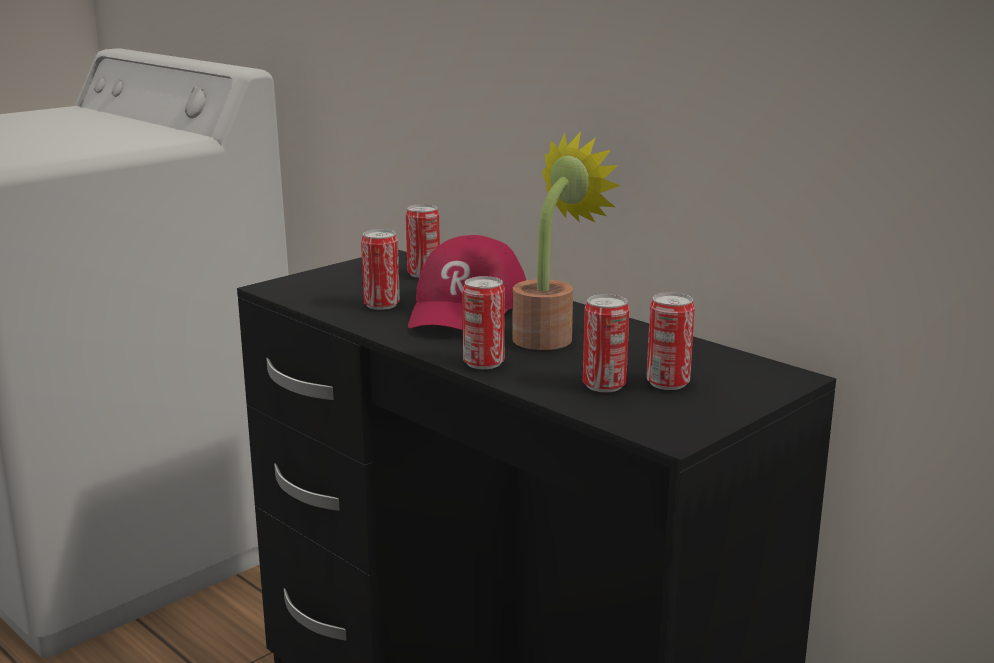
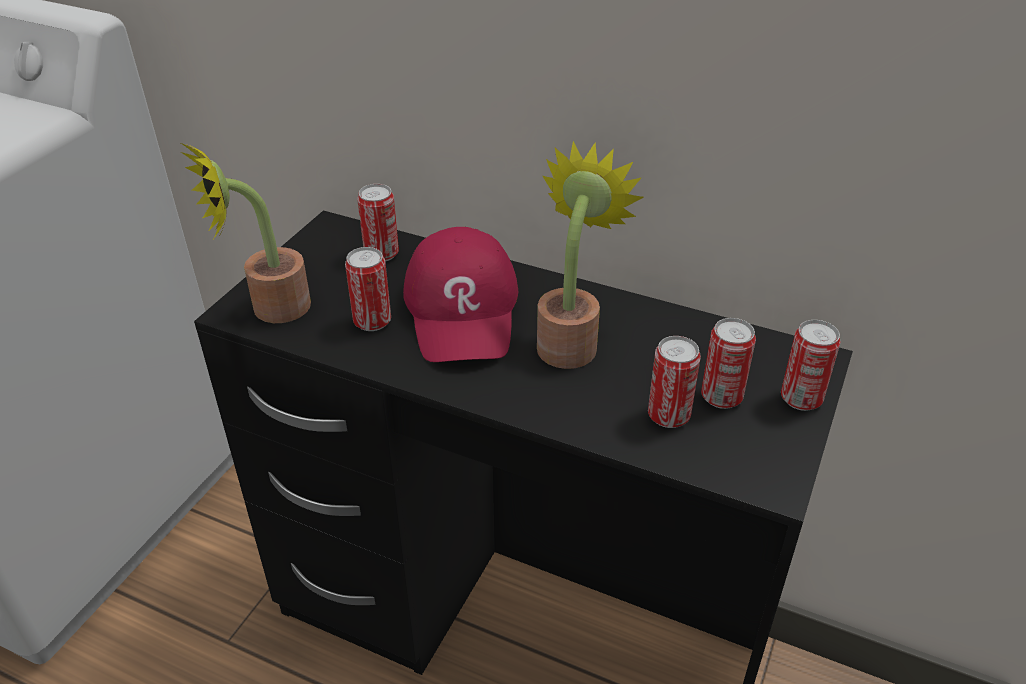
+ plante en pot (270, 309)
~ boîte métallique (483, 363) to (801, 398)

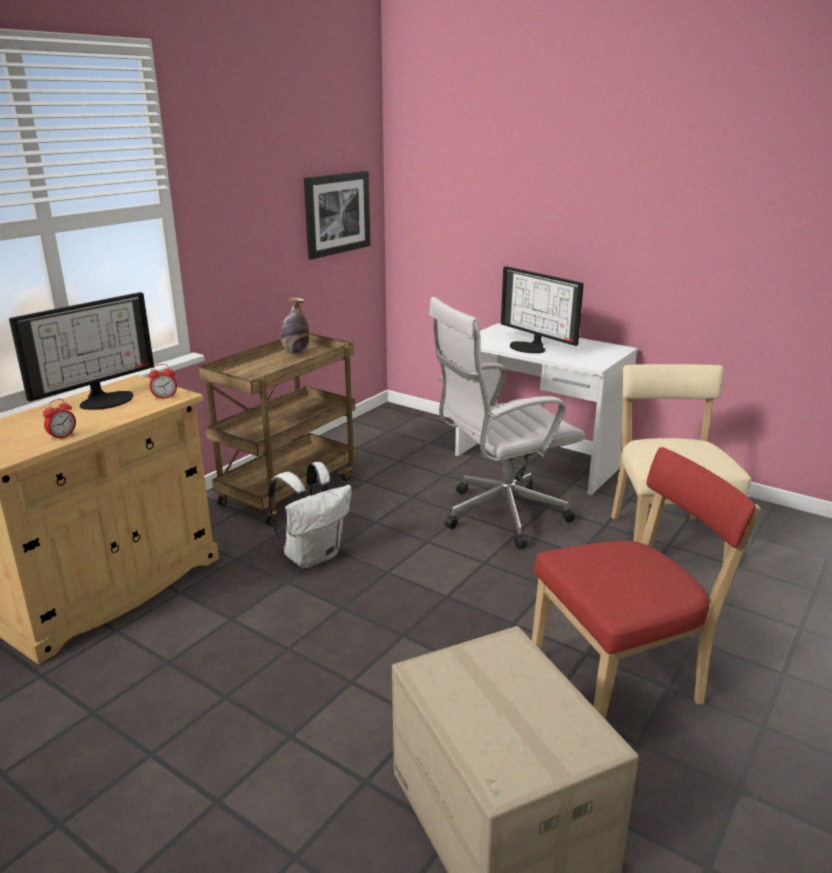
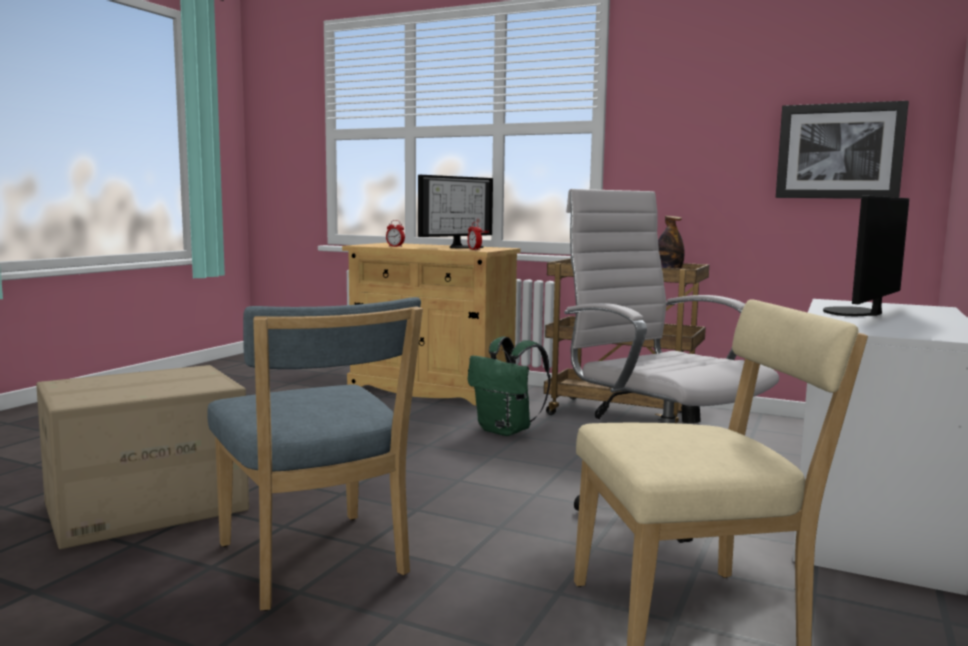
~ sac à dos [blanc] (313, 555) to sac à dos [vert] (506, 430)
~ chaise [rouge] (622, 680) to chaise [bleu] (315, 564)
~ écran d'ordinateur (105, 399) = (464, 247) 75 degrees counterclockwise

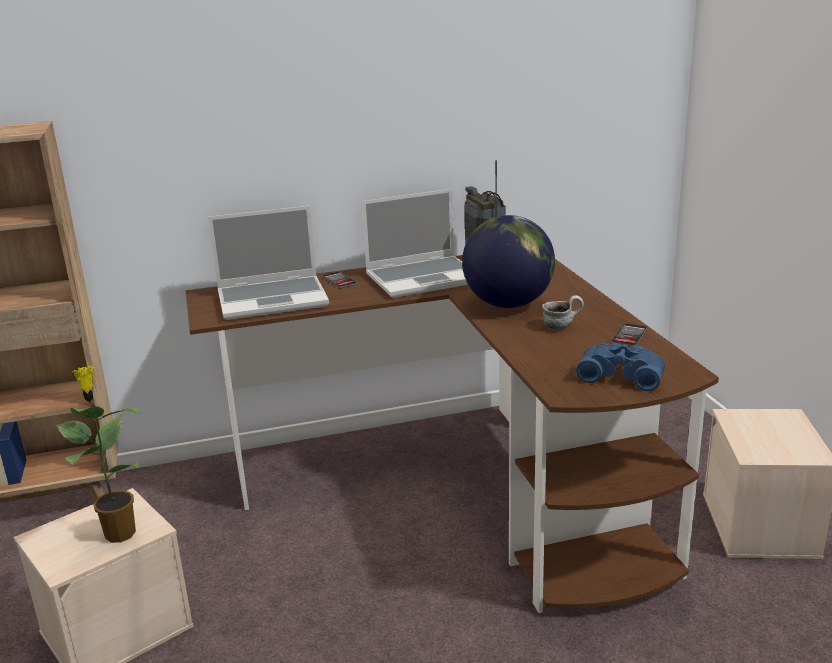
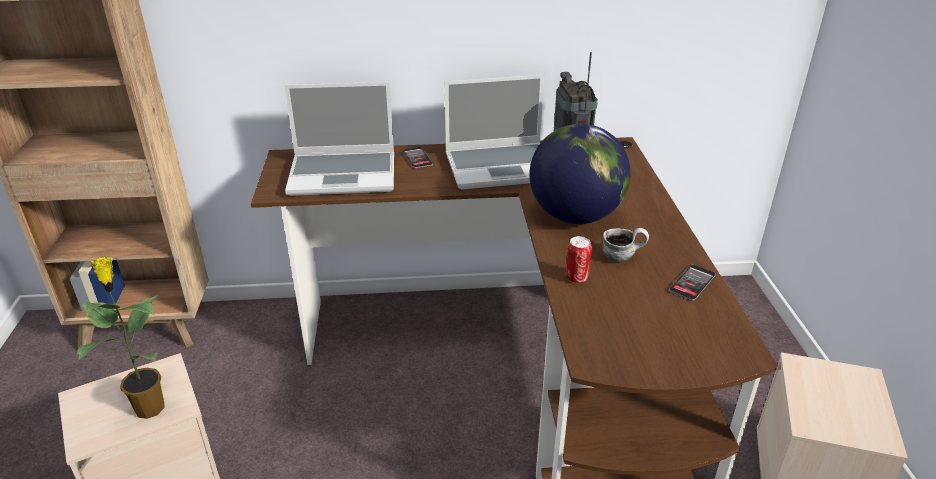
- jumelles [bleu] (621, 375)
+ boîte métallique (576, 278)

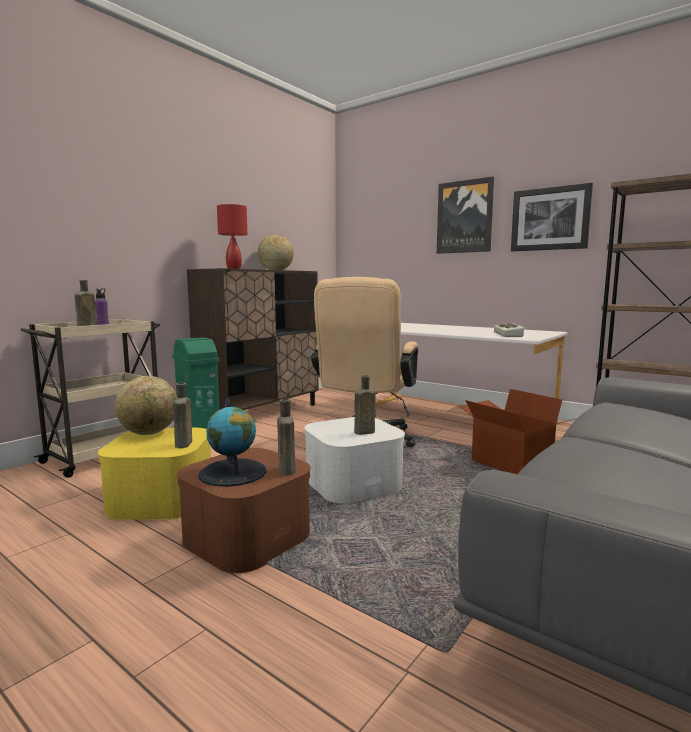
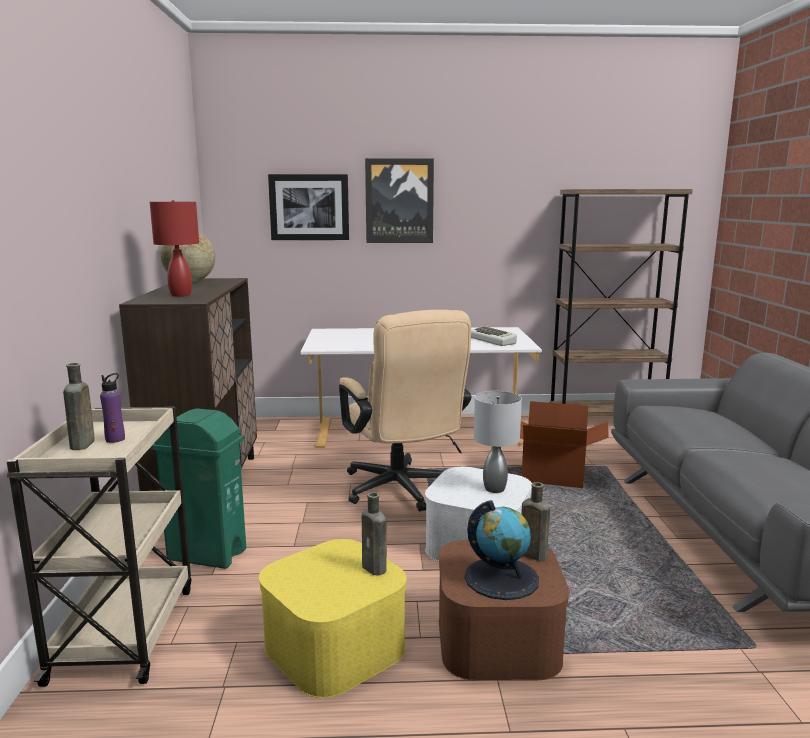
- globe (149, 433)
~ tableau (550, 219) to (309, 207)
~ bouteille [marron] (363, 432) to lampe de table [gris] (494, 488)

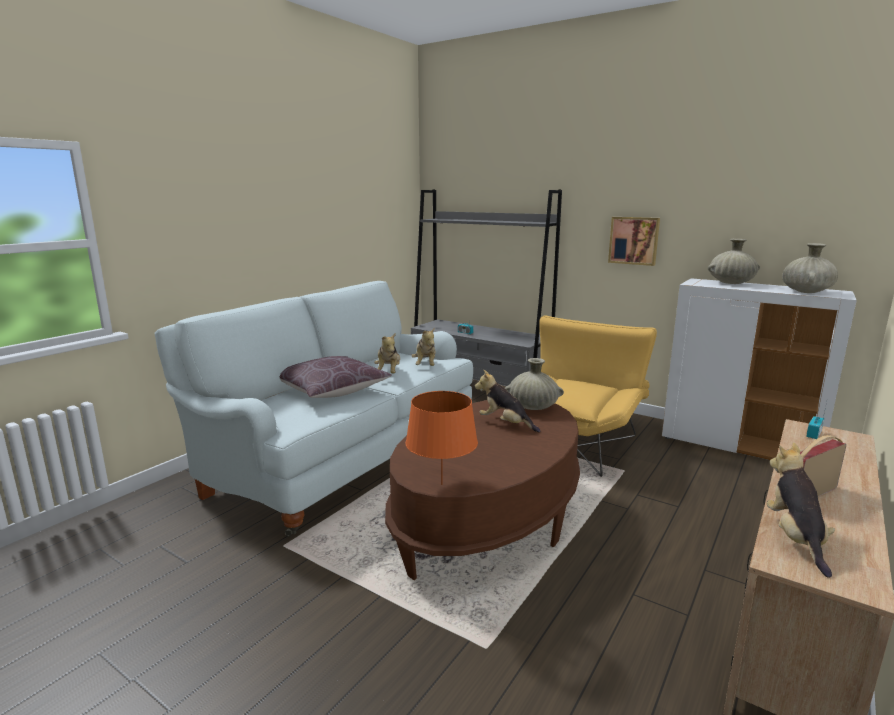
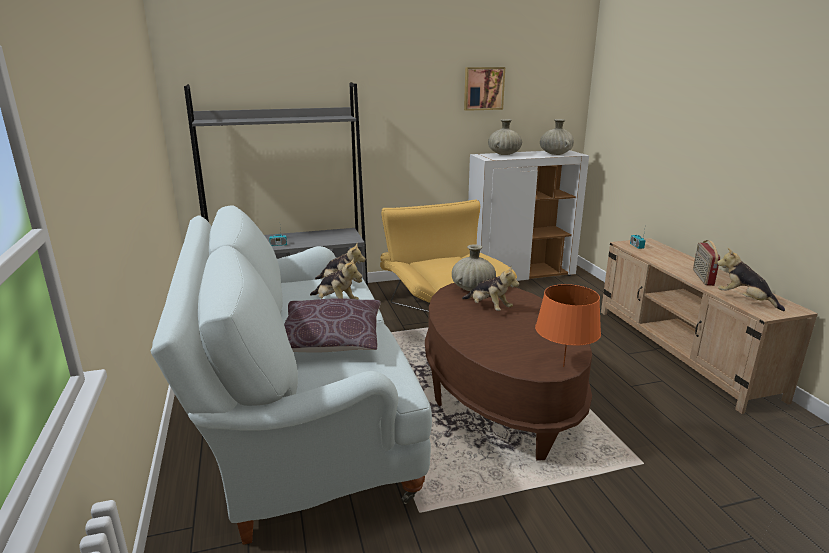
~ tableau (634, 240) to (483, 88)
~ peluche (505, 424) = (488, 308) 120 degrees counterclockwise

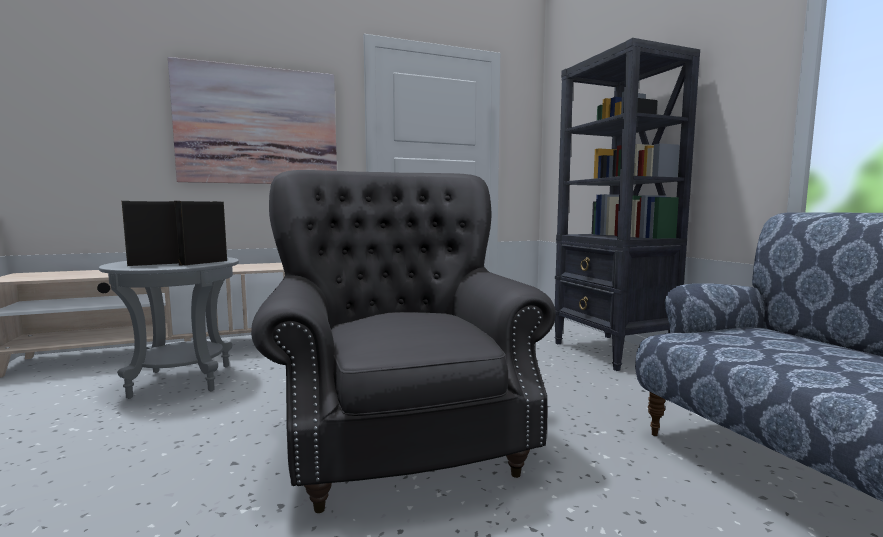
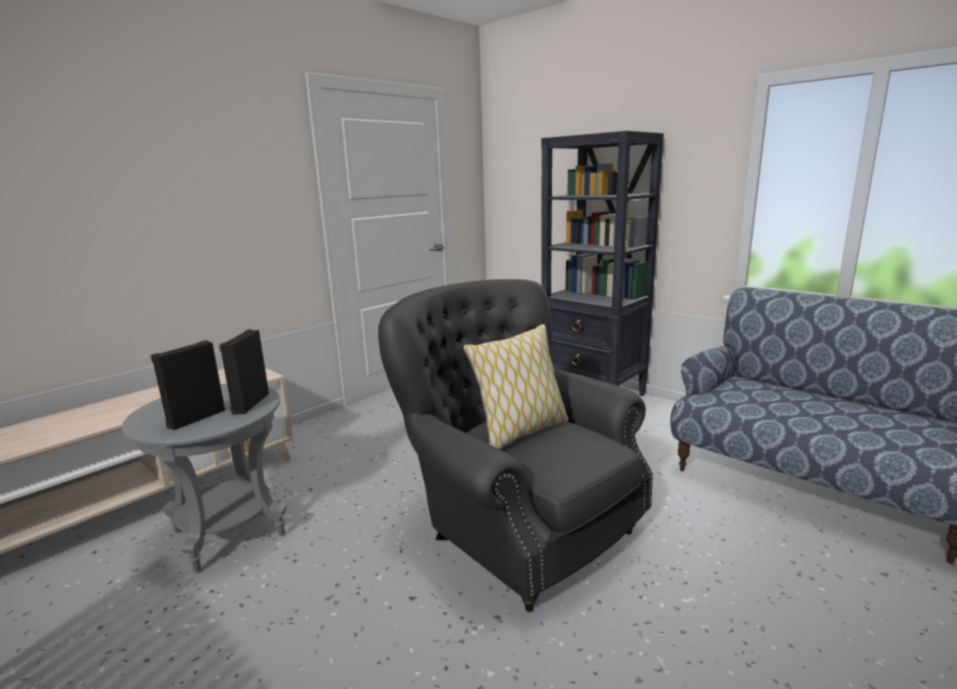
- tableau (258, 126)
+ coussin (520, 432)

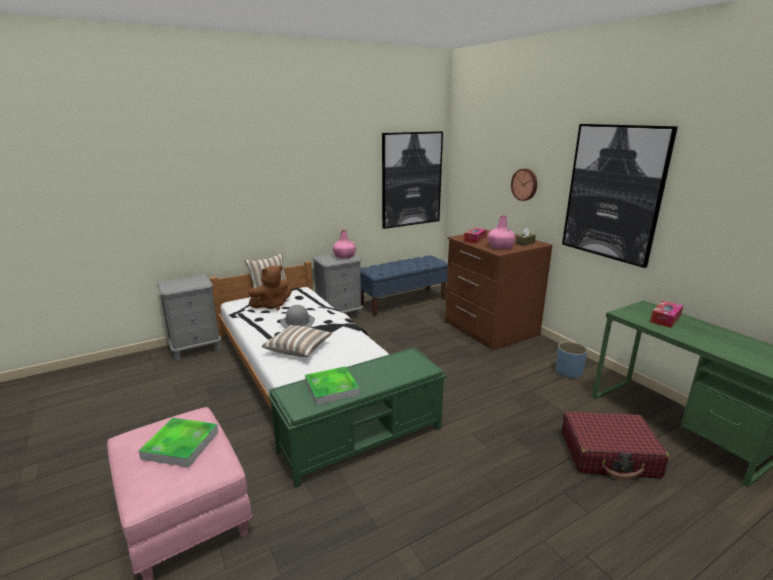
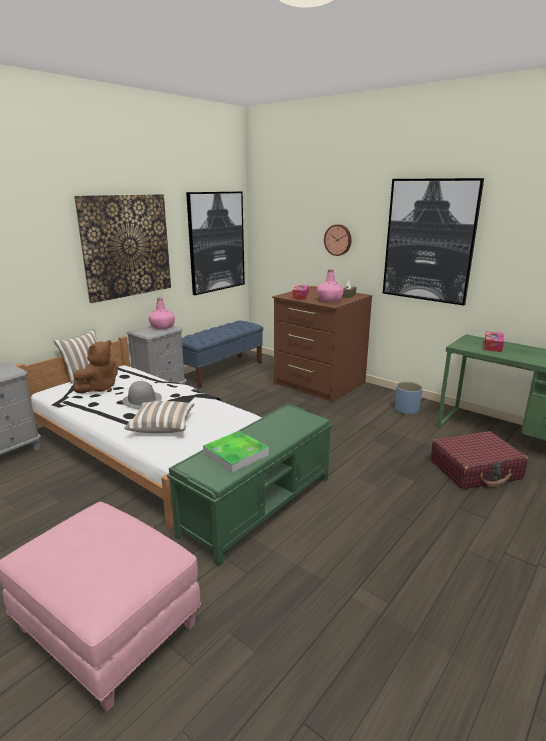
- plateau (181, 445)
+ tableau (126, 246)

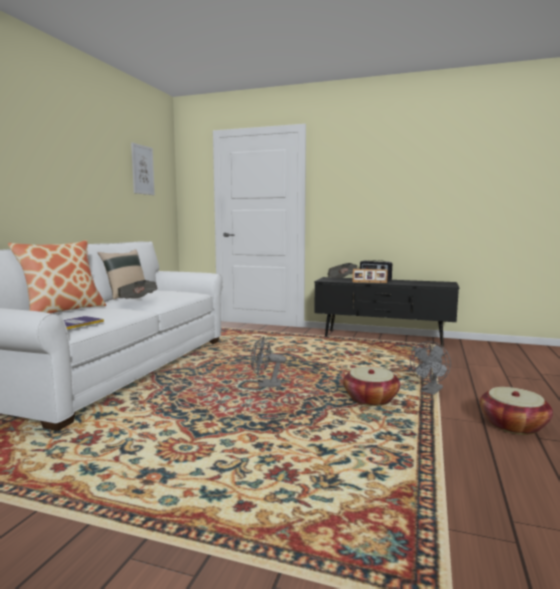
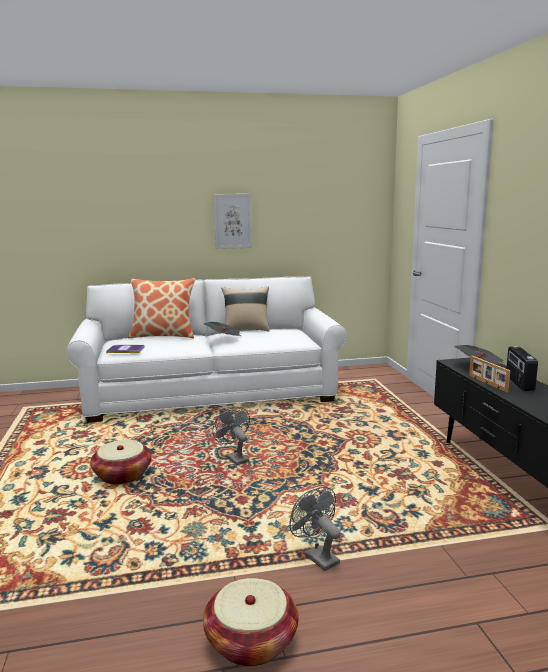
~ tableau (142, 170) to (232, 221)
~ panier (370, 399) to (122, 475)
~ ventilateur [gris] (430, 391) = (316, 556) 45 degrees clockwise

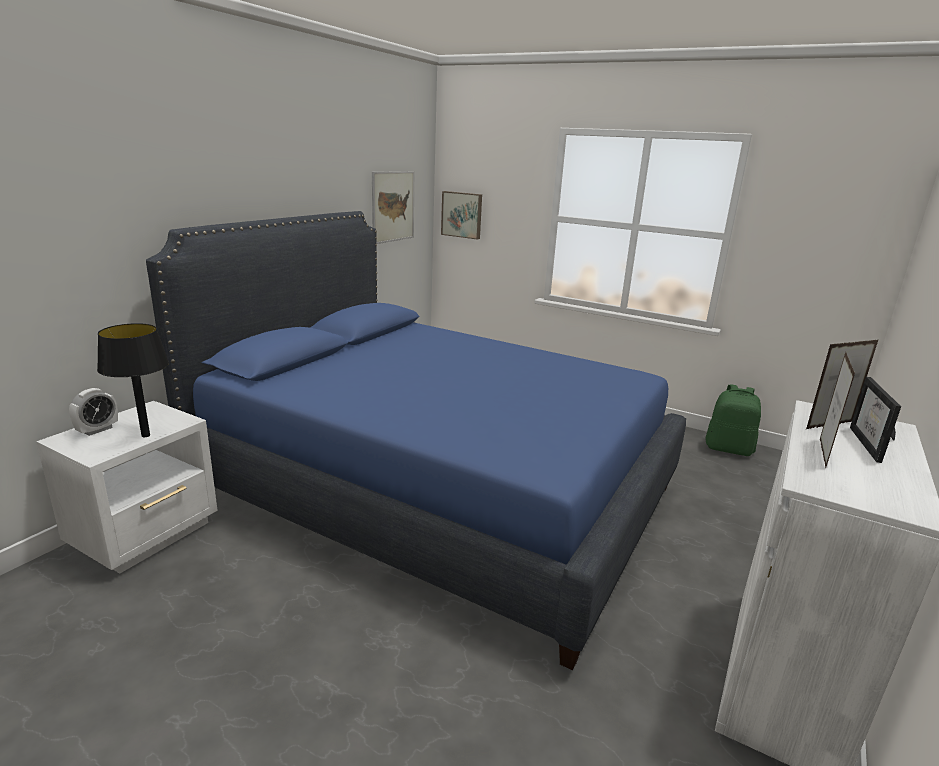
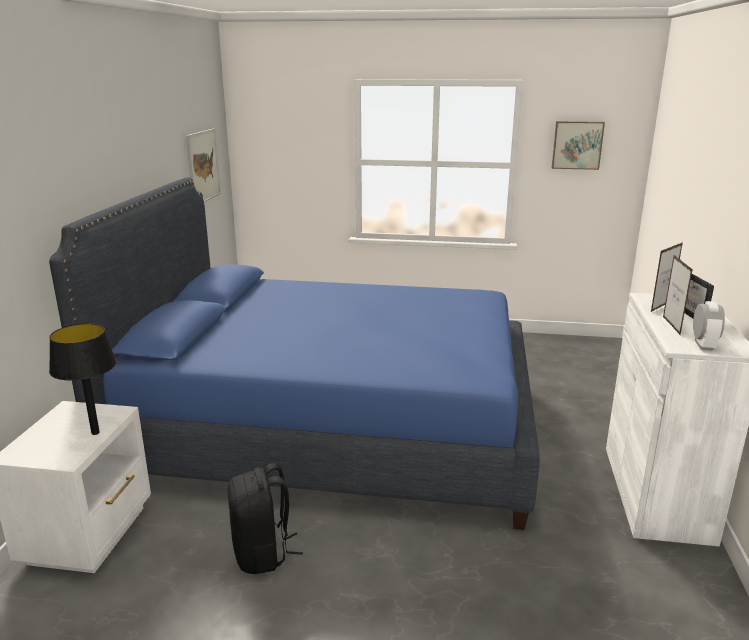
- sac à dos [vert] (729, 449)
+ sac à dos [noir] (262, 554)
~ réveil (97, 430) to (703, 345)
~ tableau (462, 214) to (577, 145)

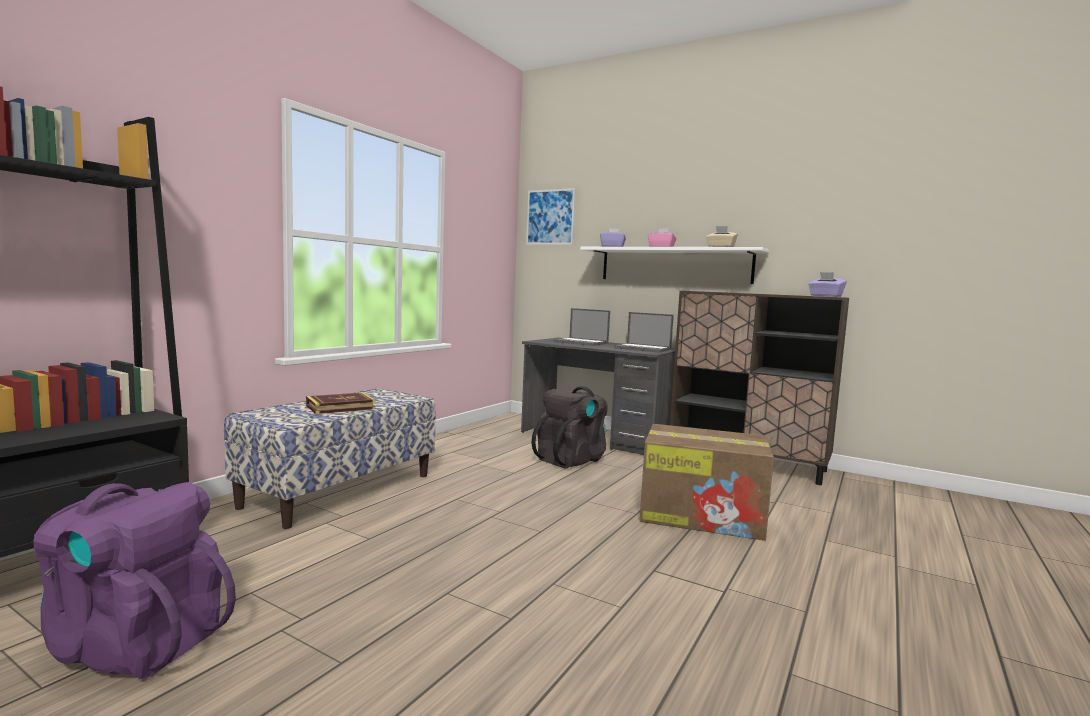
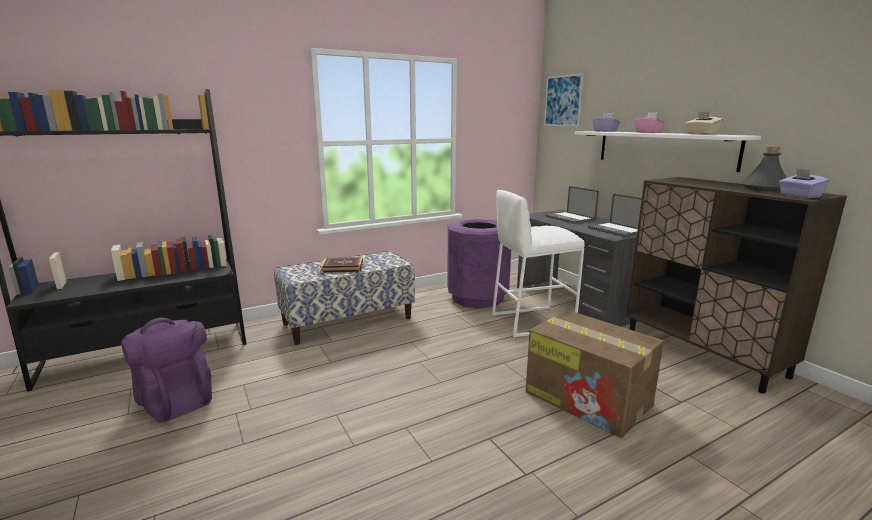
+ poubelle [violet] (477, 298)
+ bouteille [gris] (764, 189)
~ sac à dos [noir] (571, 460) to tabouret [blanc] (531, 321)

